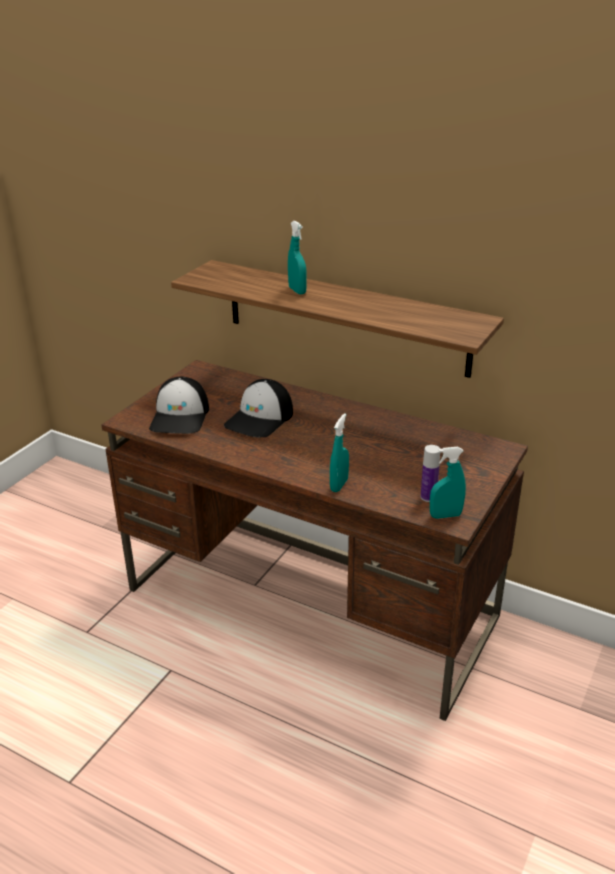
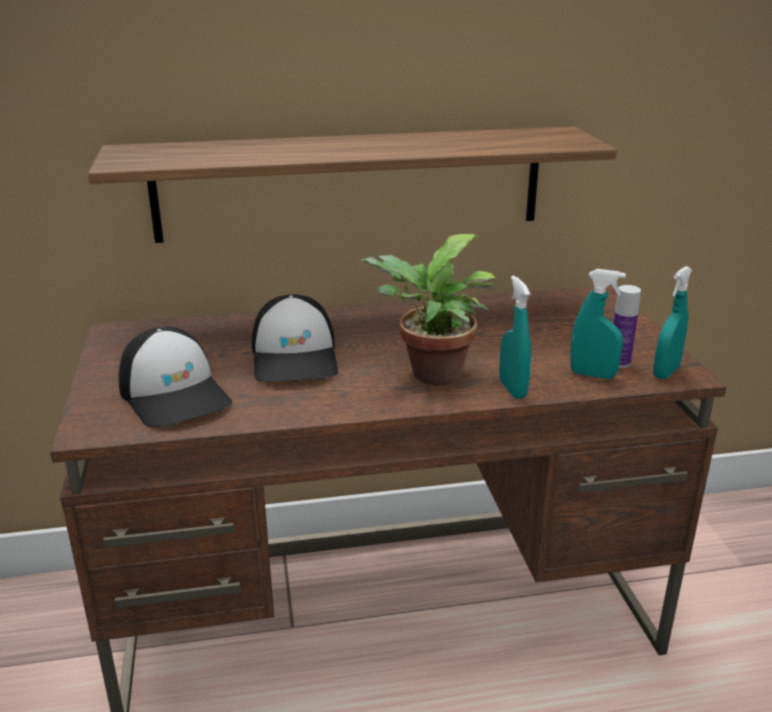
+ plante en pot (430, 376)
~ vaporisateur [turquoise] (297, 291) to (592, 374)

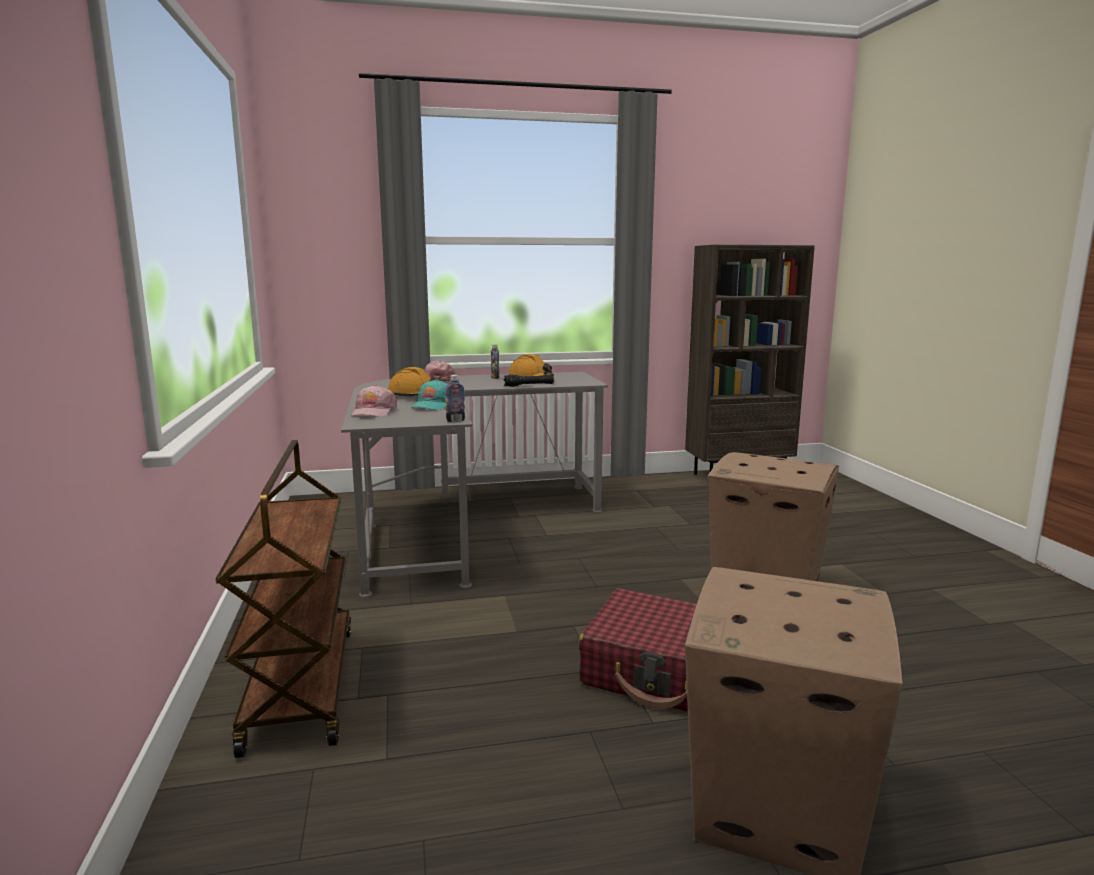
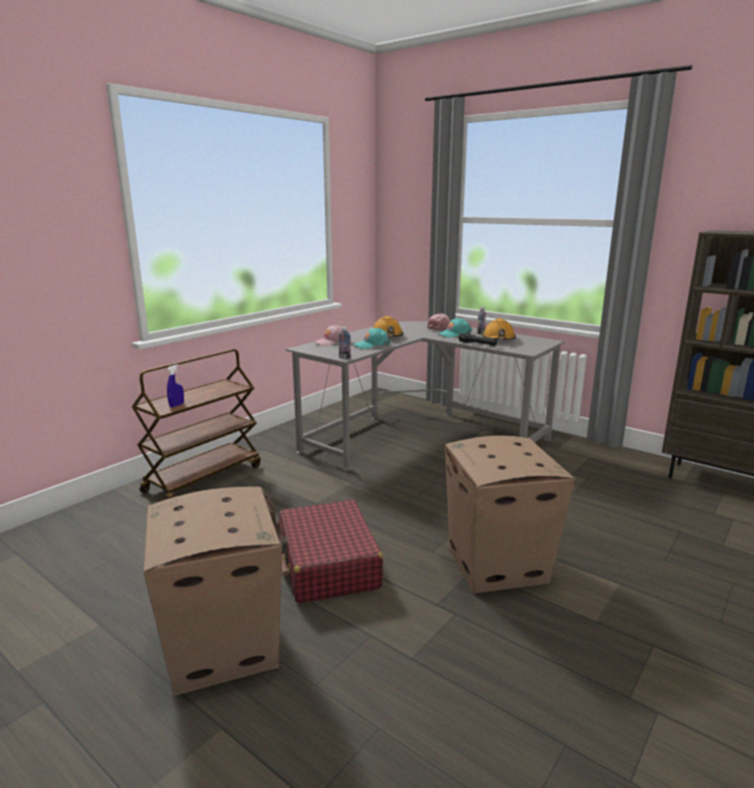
+ vaporisateur [bleu] (177, 405)
+ casquette [turquoise] (454, 334)

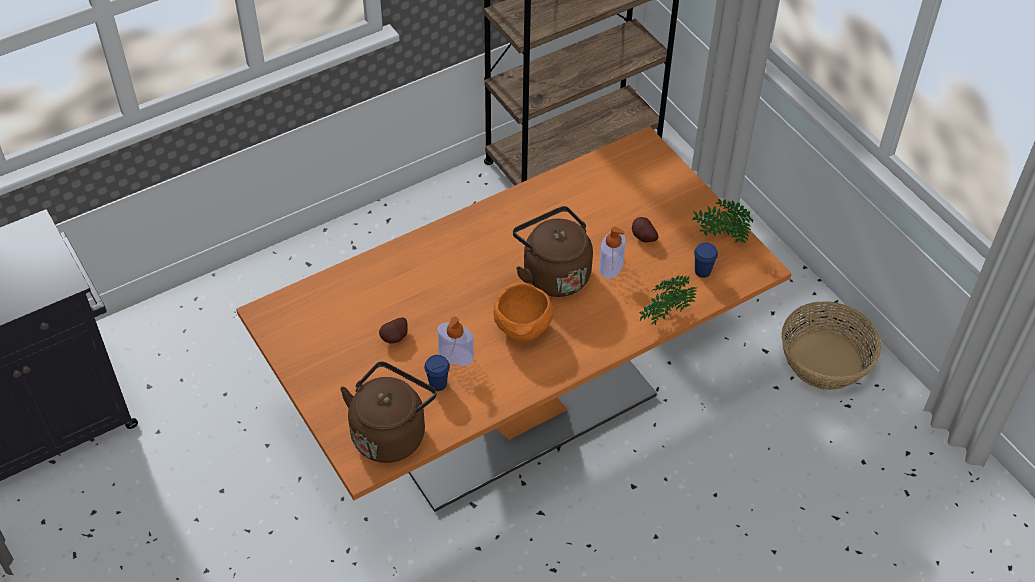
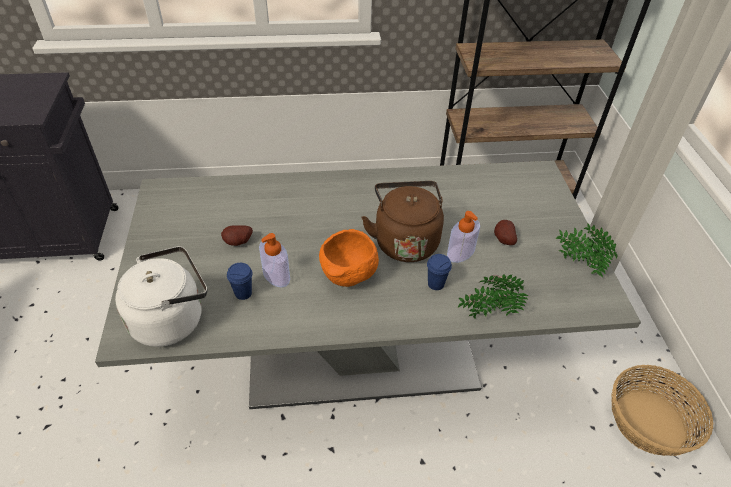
~ tasse [bleu] (702, 271) to (436, 284)
~ table à manger [orange] (515, 408) to table à manger [gris] (361, 353)
~ bouilloire [marron] (390, 432) to bouilloire [blanc] (172, 318)

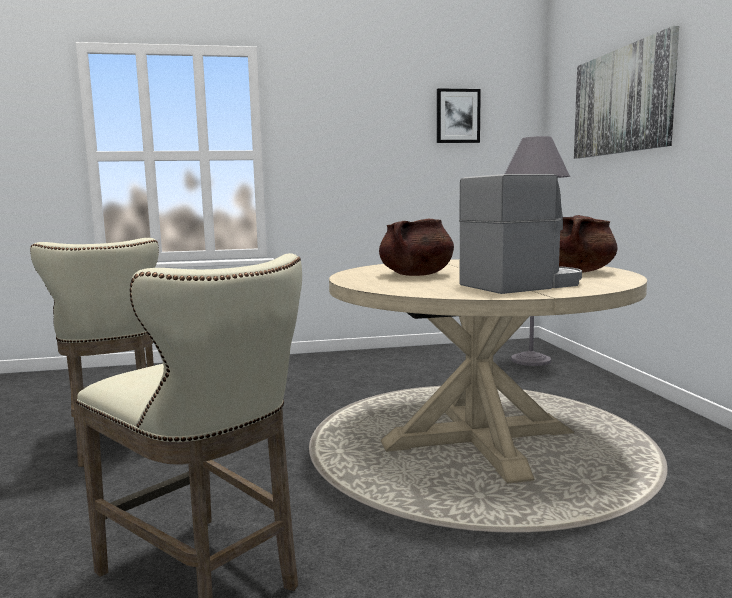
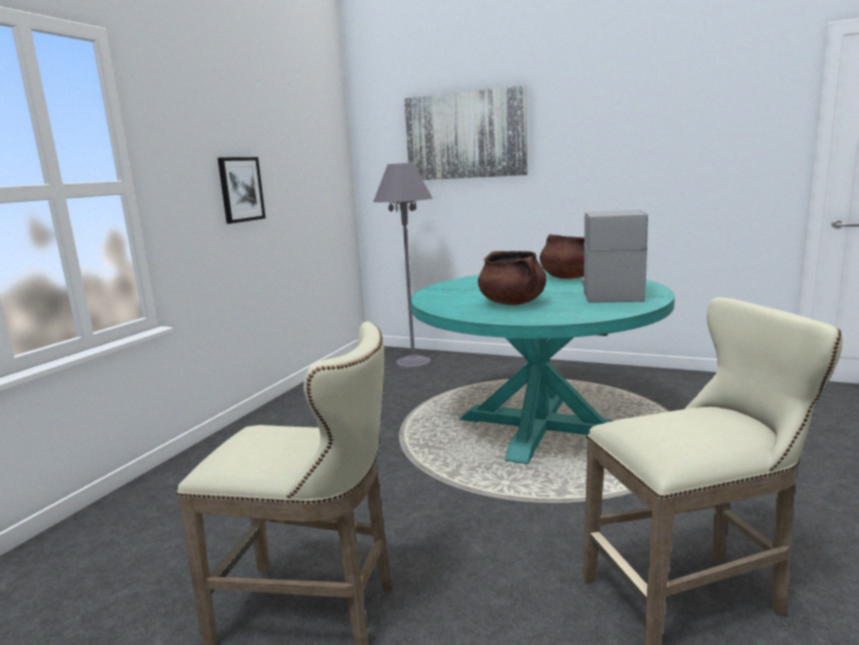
~ tableau (457, 116) to (241, 189)
~ table à manger [beige] (478, 438) to table à manger [turquoise] (538, 426)

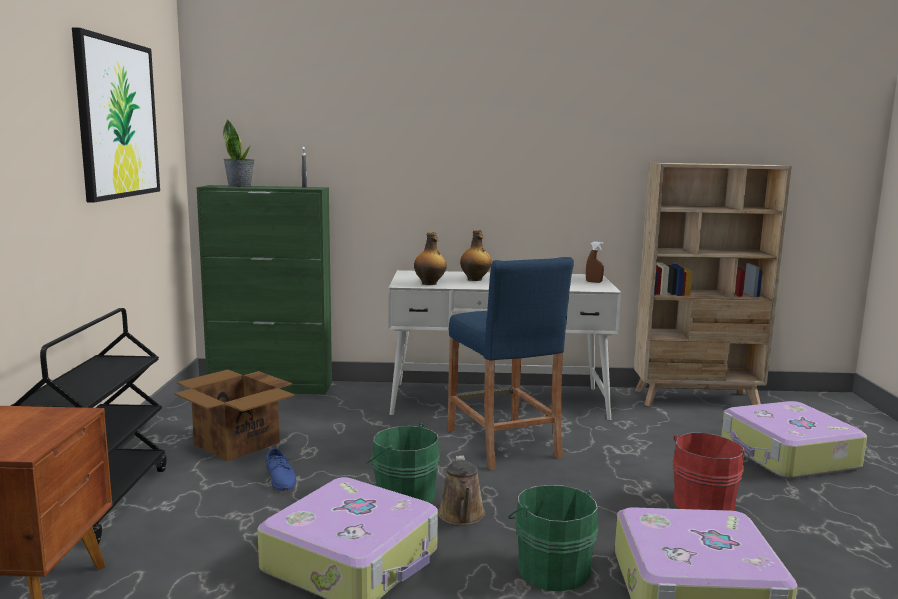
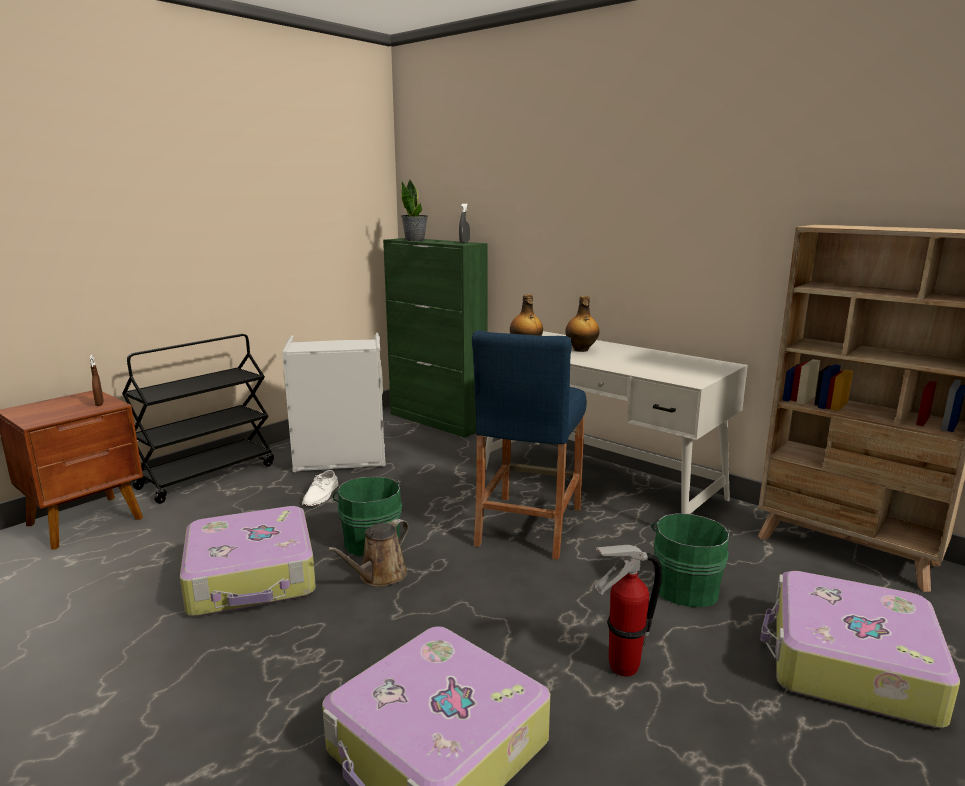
- tableau (117, 119)
~ seau [vert] (551, 568) to (686, 587)
~ vaporisateur [marron] (593, 282) to (99, 404)
~ carton (237, 444) to panier à linge [gris] (340, 460)
~ seau [rouge] (704, 502) to extincteur (622, 667)
~ chaussure [bleu] (281, 477) to chaussure [blanc] (321, 495)

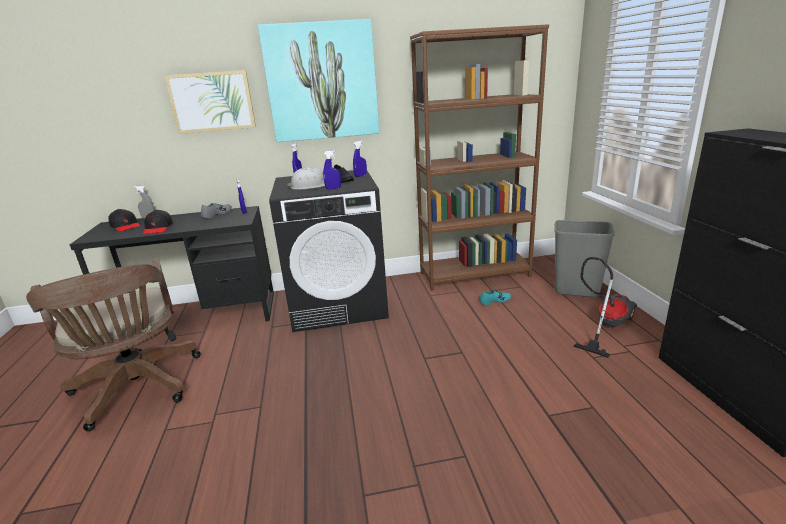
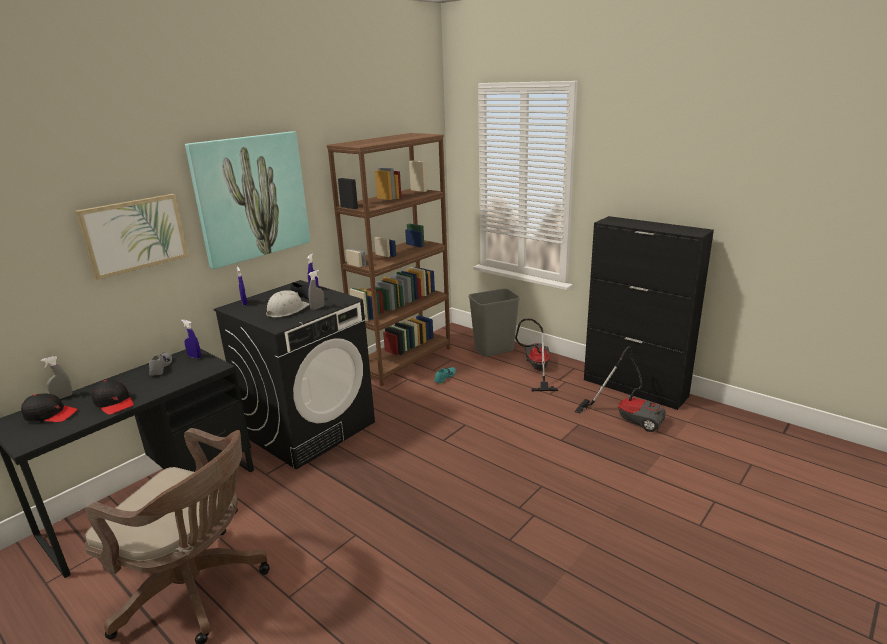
+ aspirateur (628, 417)
~ vaporisateur [bleu] (333, 188) to vaporisateur [gris] (317, 308)

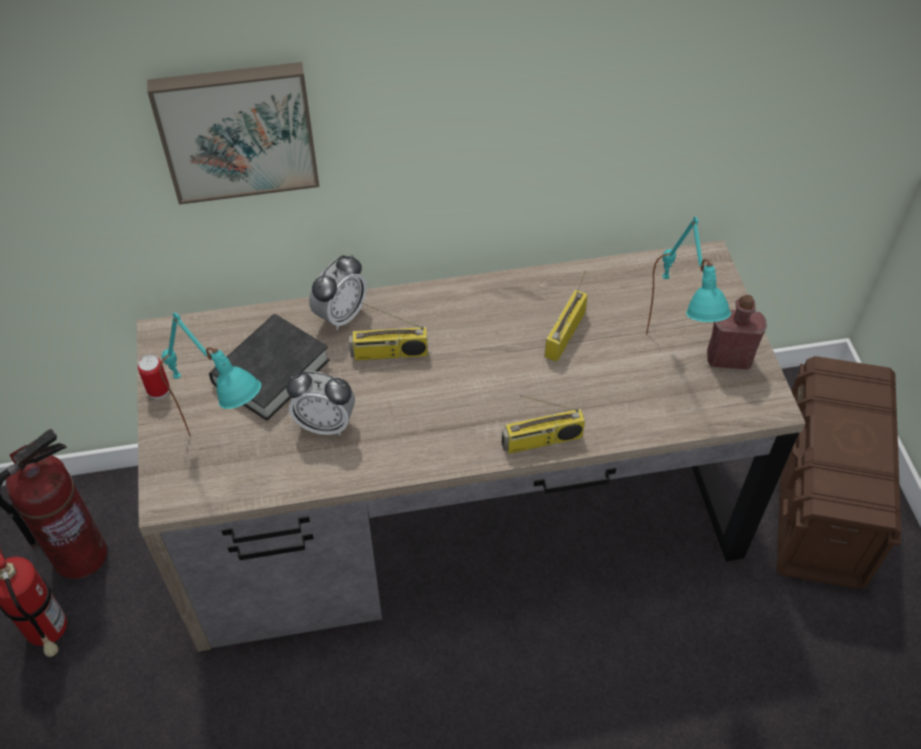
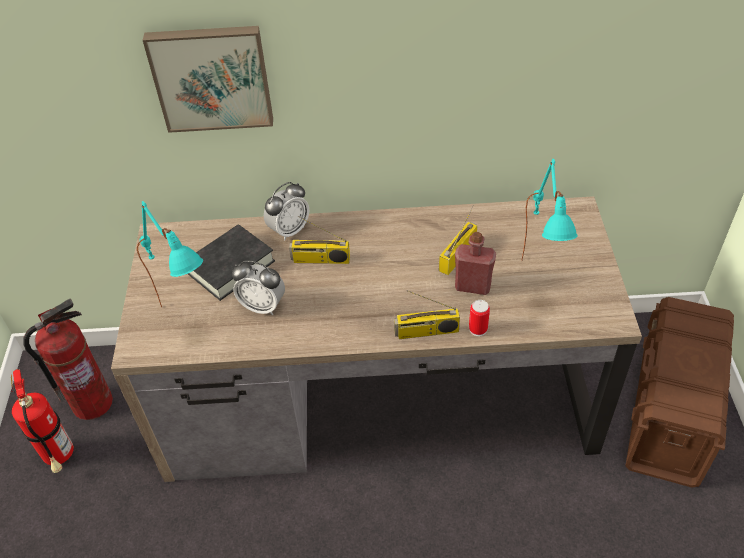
~ boîte métallique (158, 390) to (478, 329)
~ bouteille [rouge] (728, 359) to (472, 286)

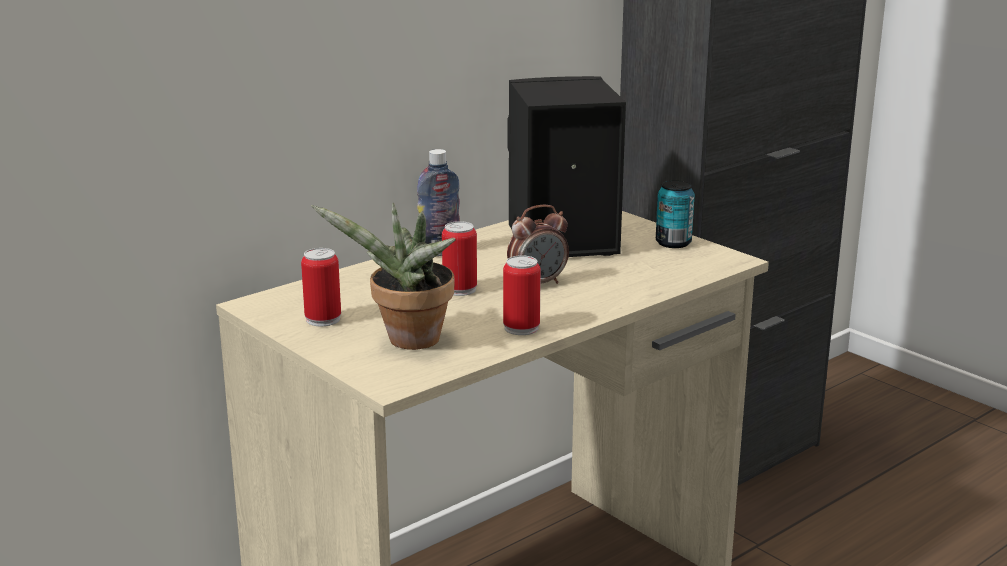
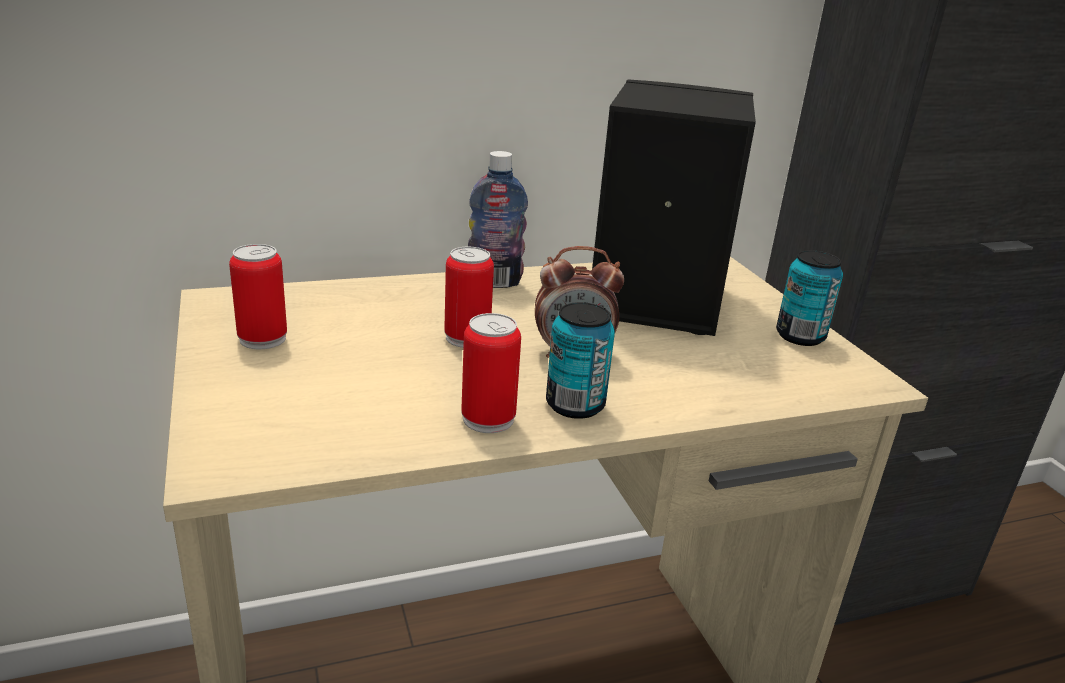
- plante en pot (408, 342)
+ boîte métallique (575, 405)

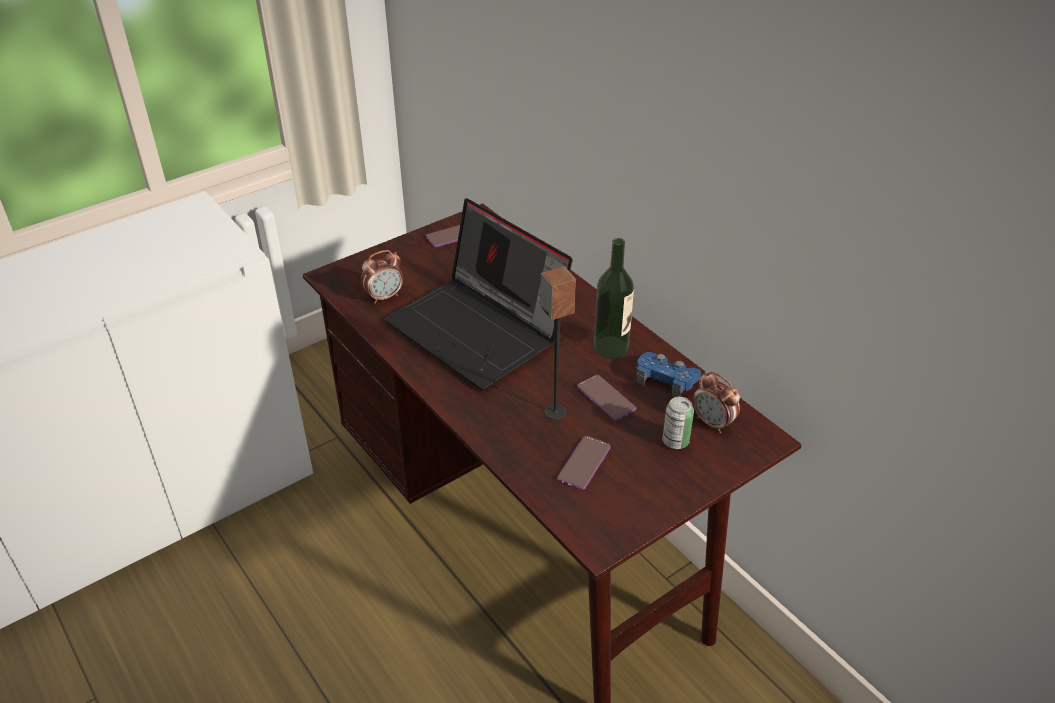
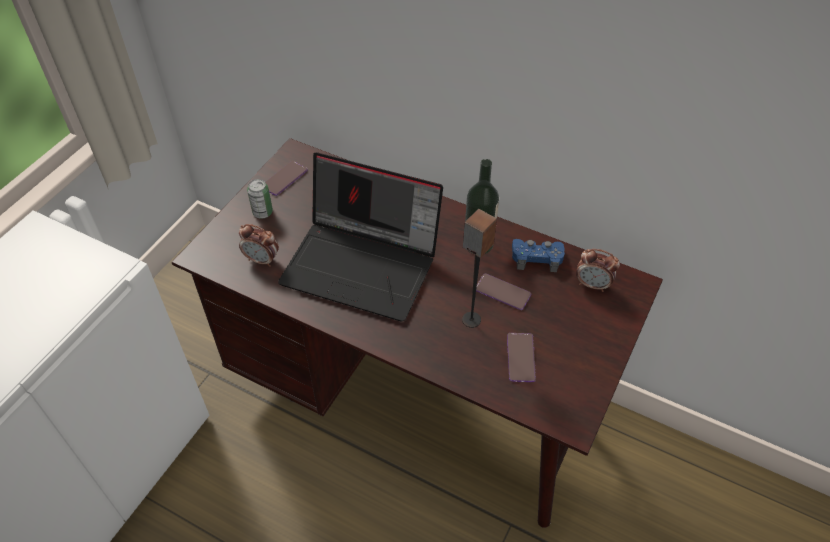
~ boîte métallique (675, 441) to (262, 212)
~ réveil (384, 297) = (262, 260) 75 degrees clockwise

